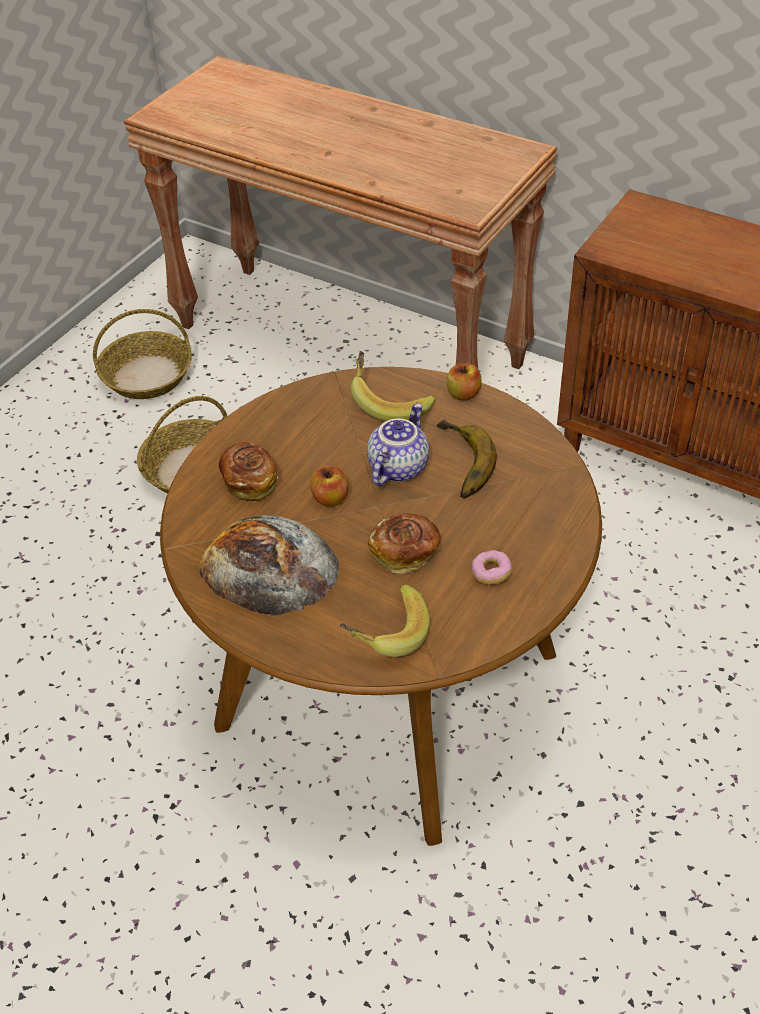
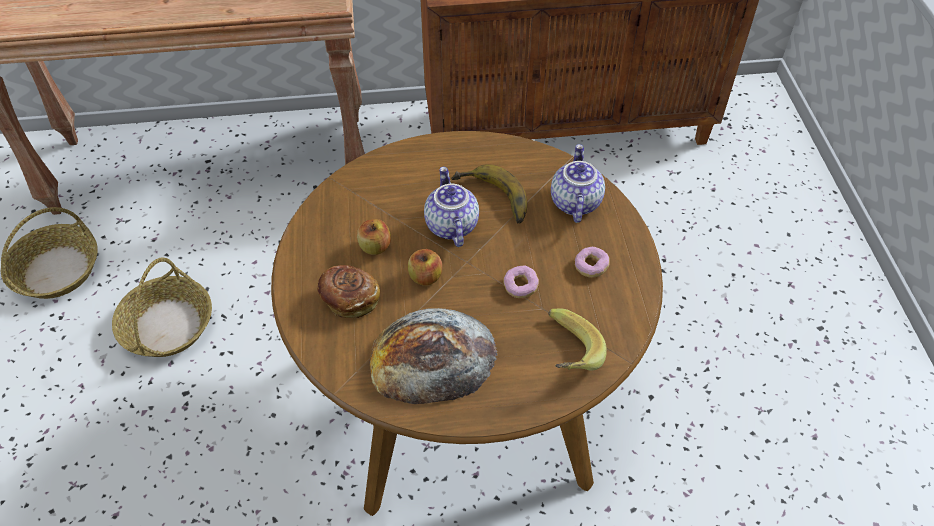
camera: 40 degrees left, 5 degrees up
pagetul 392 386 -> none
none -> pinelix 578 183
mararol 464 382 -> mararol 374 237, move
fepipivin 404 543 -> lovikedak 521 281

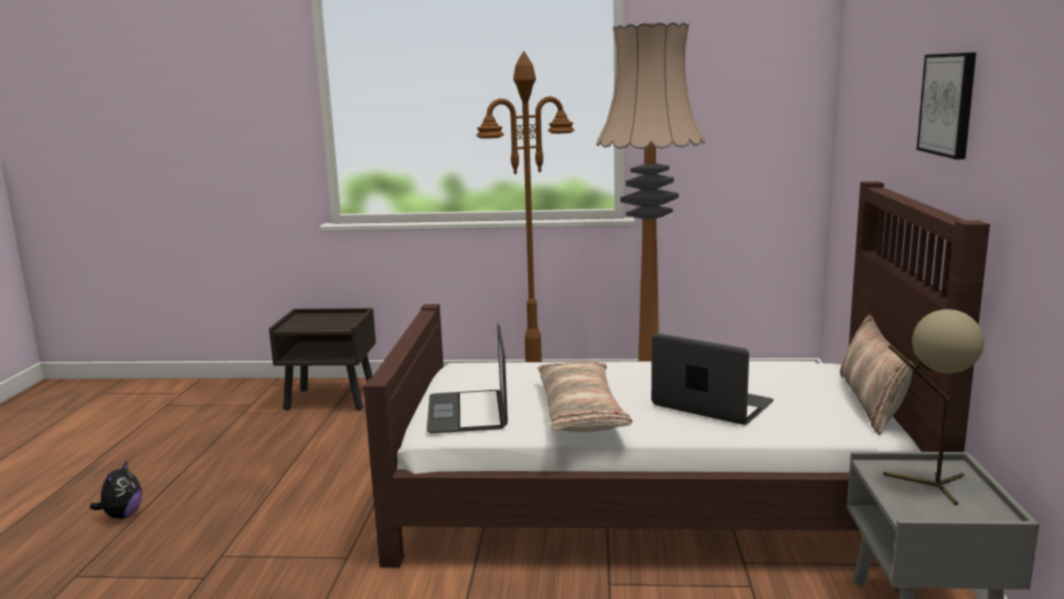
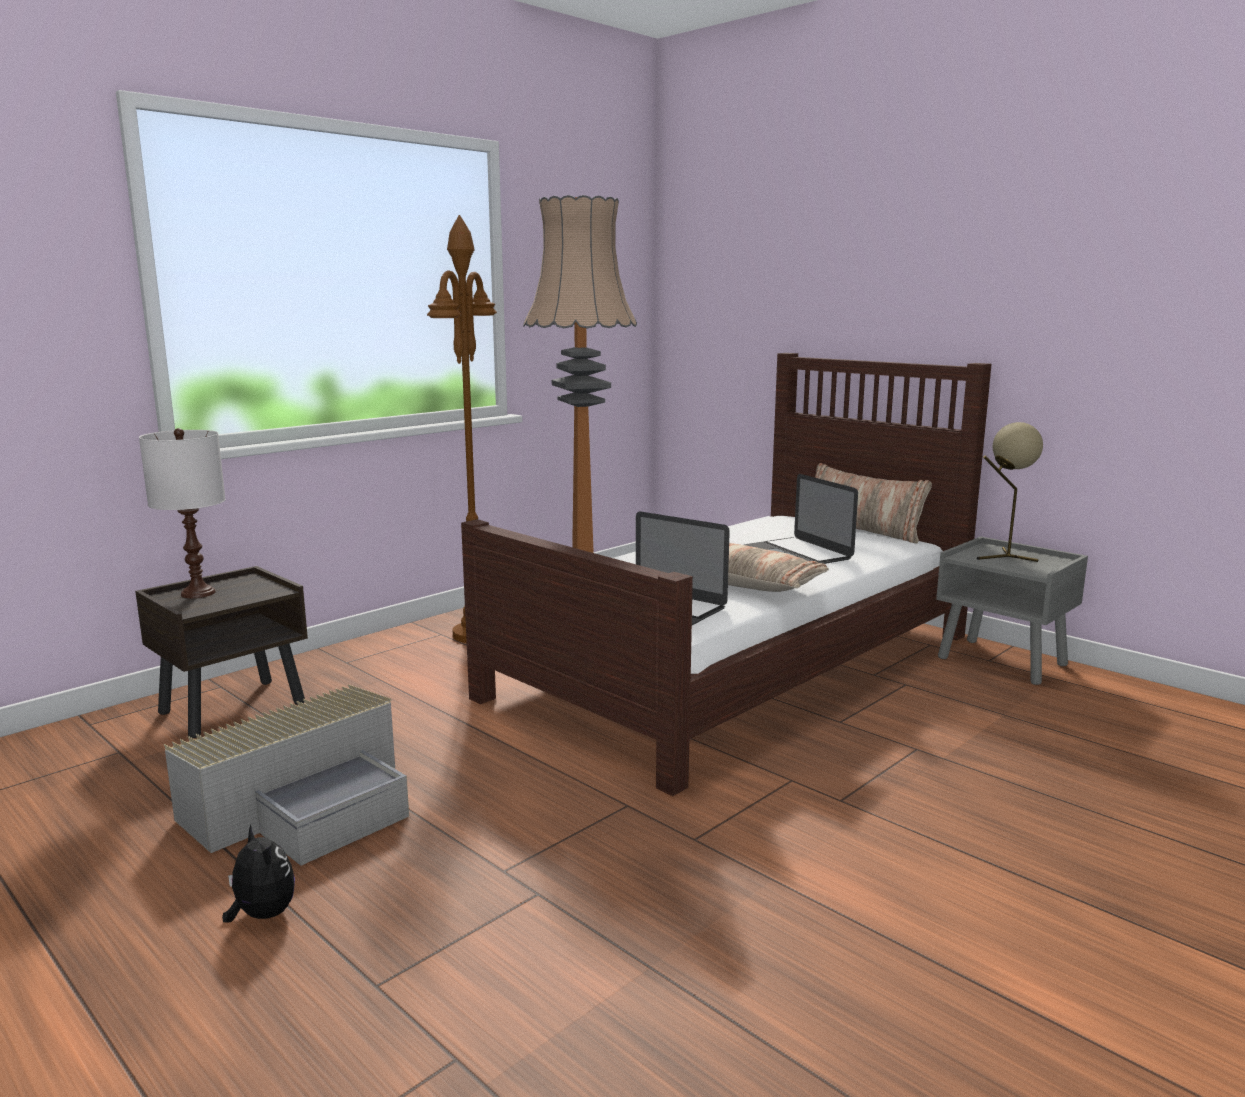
camera: 50 degrees left, 0 degrees up
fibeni 946 105 -> none
none -> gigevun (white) 182 513
none -> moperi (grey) 286 775
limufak 712 379 -> limufak 801 519, 105 degrees counterclockwise

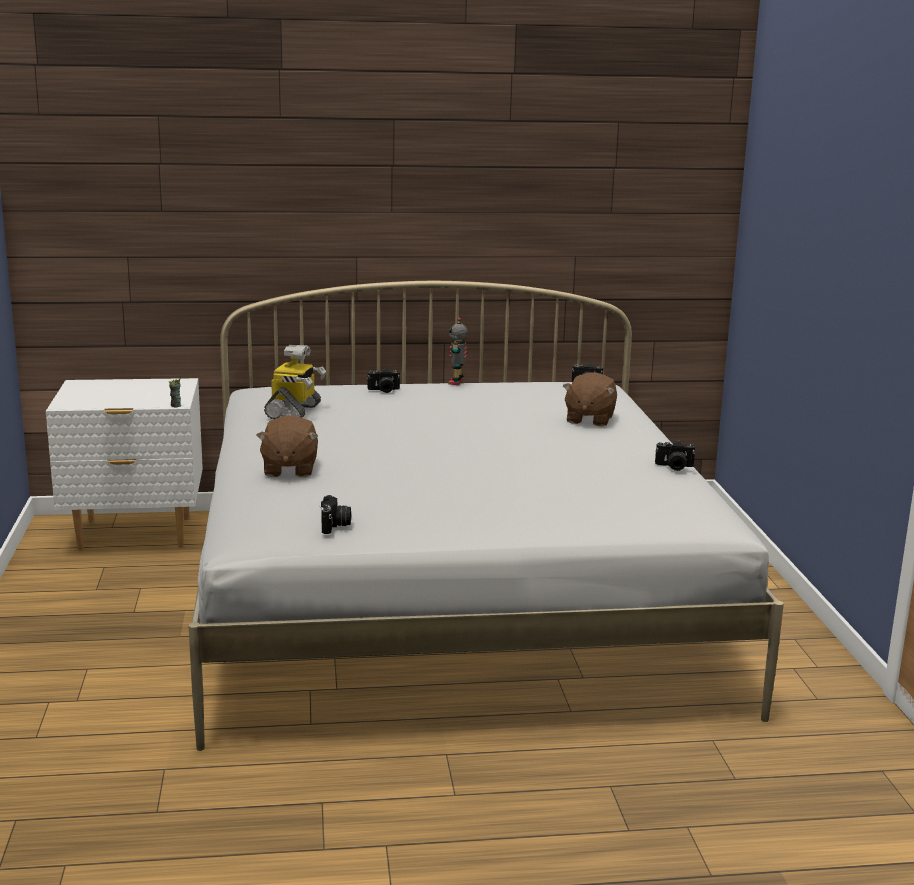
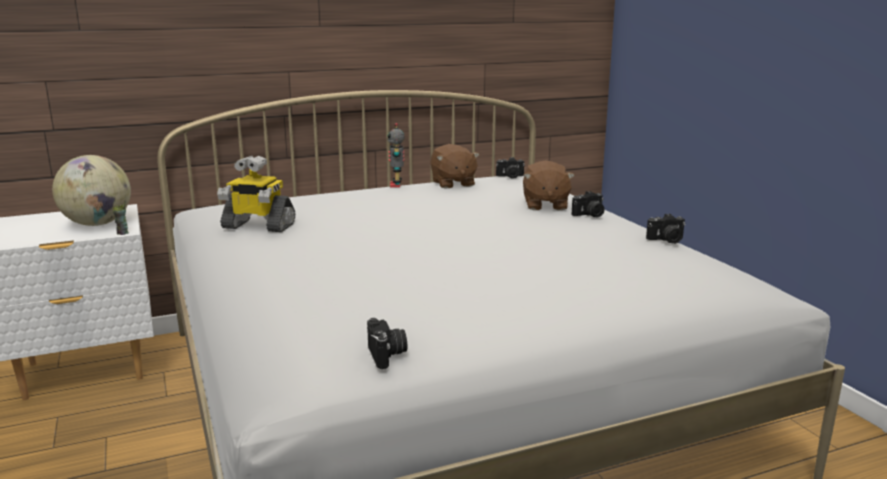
camera: 15 degrees left, 0 degrees up
none -> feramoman 91 190
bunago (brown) 287 446 -> bunago (brown) 455 166, move
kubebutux 383 380 -> kubebutux 588 204, move
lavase 295 382 -> lavase 256 194, 105 degrees clockwise

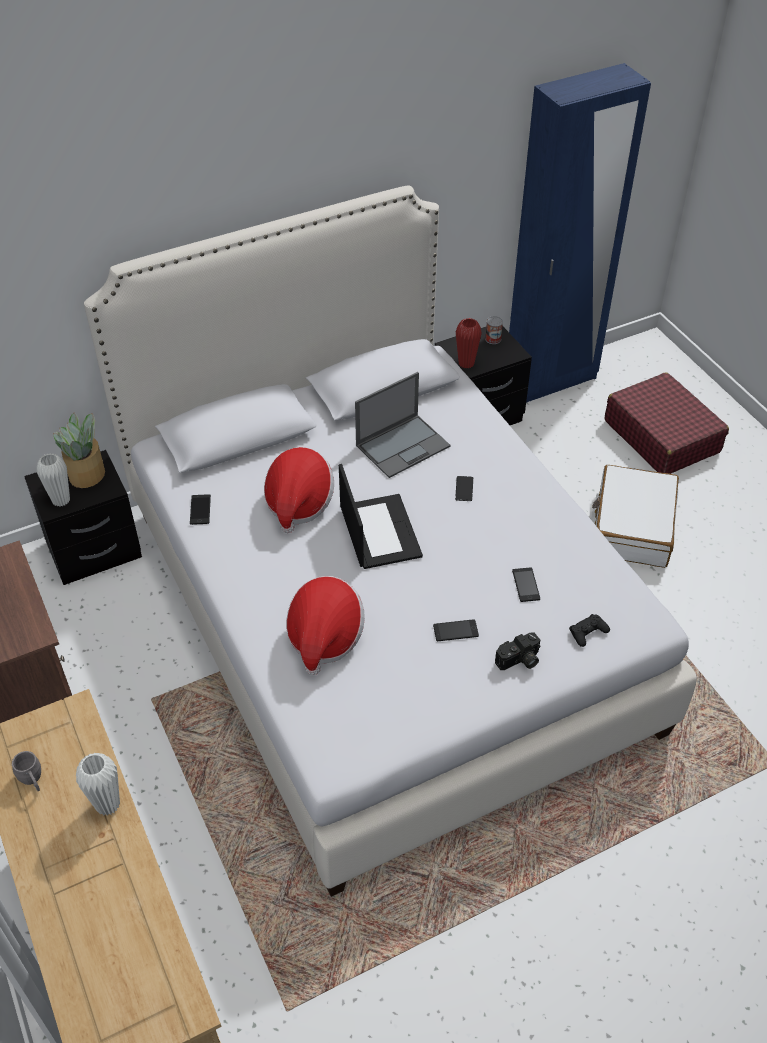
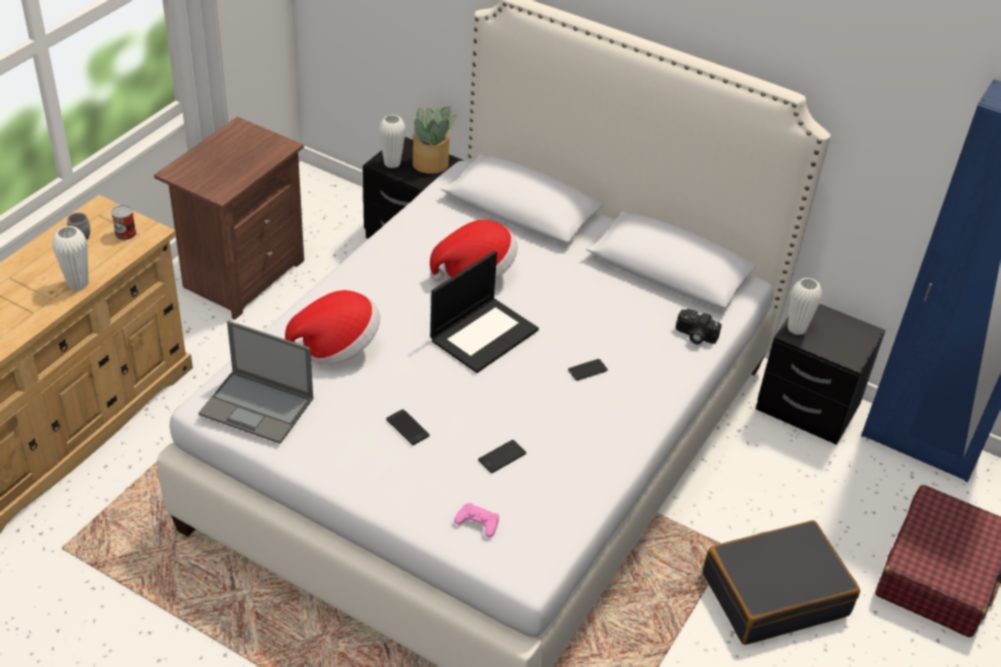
camera: 55 degrees right, 5 degrees down
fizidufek 200 509 -> none
limufak 402 425 -> limufak 255 382, move
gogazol 494 330 -> gogazol 123 222, move
kubebutux 518 651 -> kubebutux 699 326, move
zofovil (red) 469 343 -> zofovil (white) 805 306
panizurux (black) 589 630 -> panizurux (pink) 476 520
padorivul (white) 635 516 -> padorivul (black) 781 582

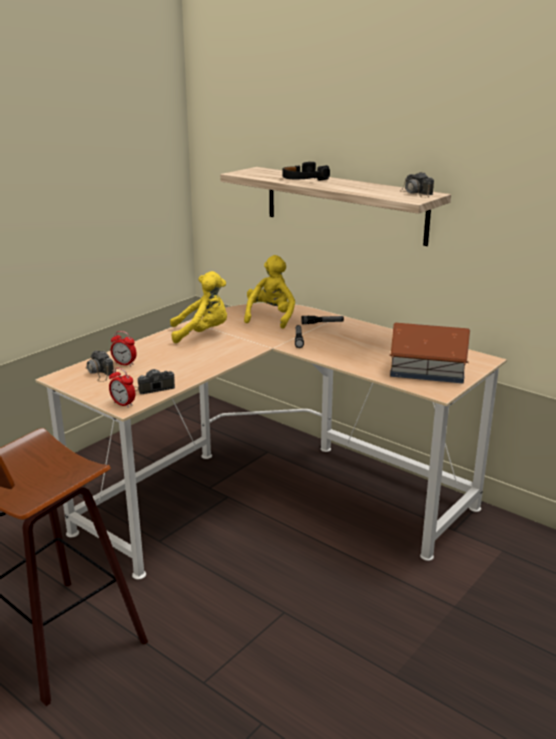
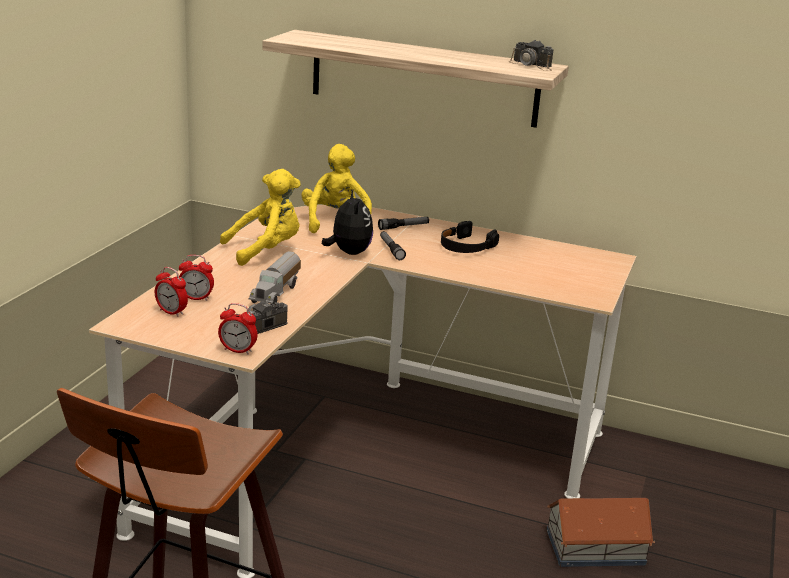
camera: 20 degrees left, 0 degrees up
none -> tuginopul 275 278
none -> bunago 347 222
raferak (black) 306 171 -> raferak (black) 470 237, move
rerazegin 429 353 -> rerazegin 600 532, move
kubebutux 100 366 -> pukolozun 171 292

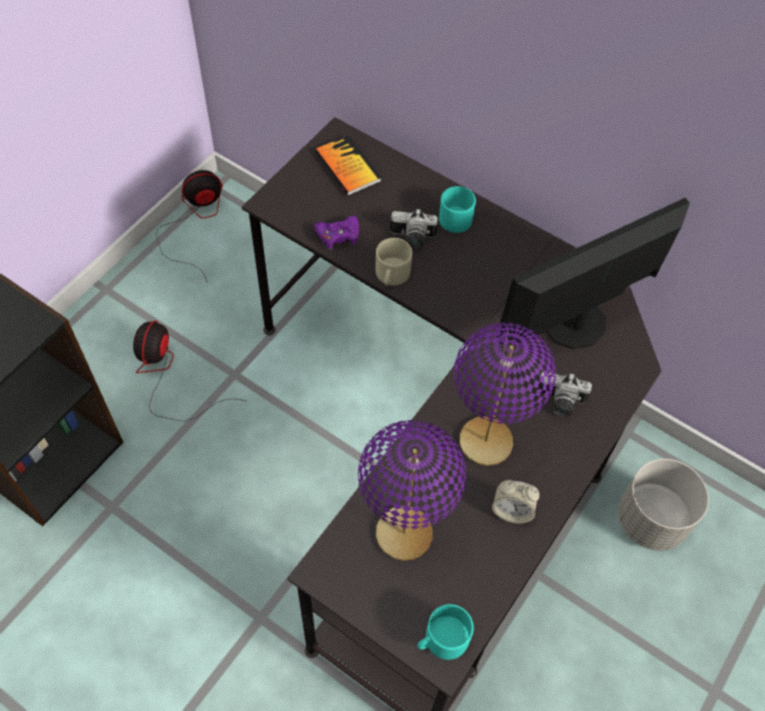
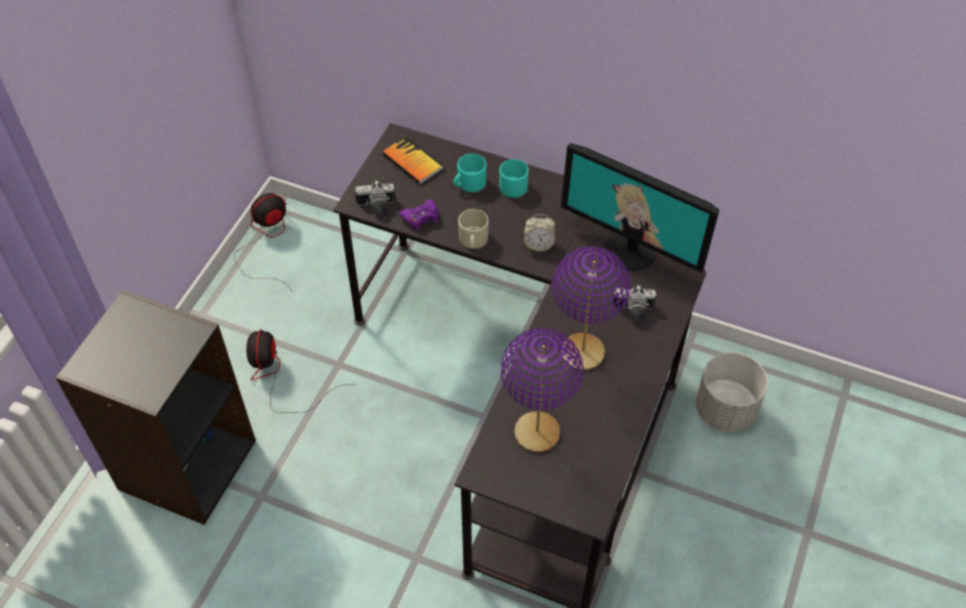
camera: 10 degrees left, 5 degrees down
kubebutux 414 229 -> kubebutux 375 198, move
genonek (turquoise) 445 632 -> genonek (turquoise) 470 173, move
pukolozun 516 501 -> pukolozun 539 232, move
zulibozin 593 273 -> zulibozin 640 208, 105 degrees counterclockwise

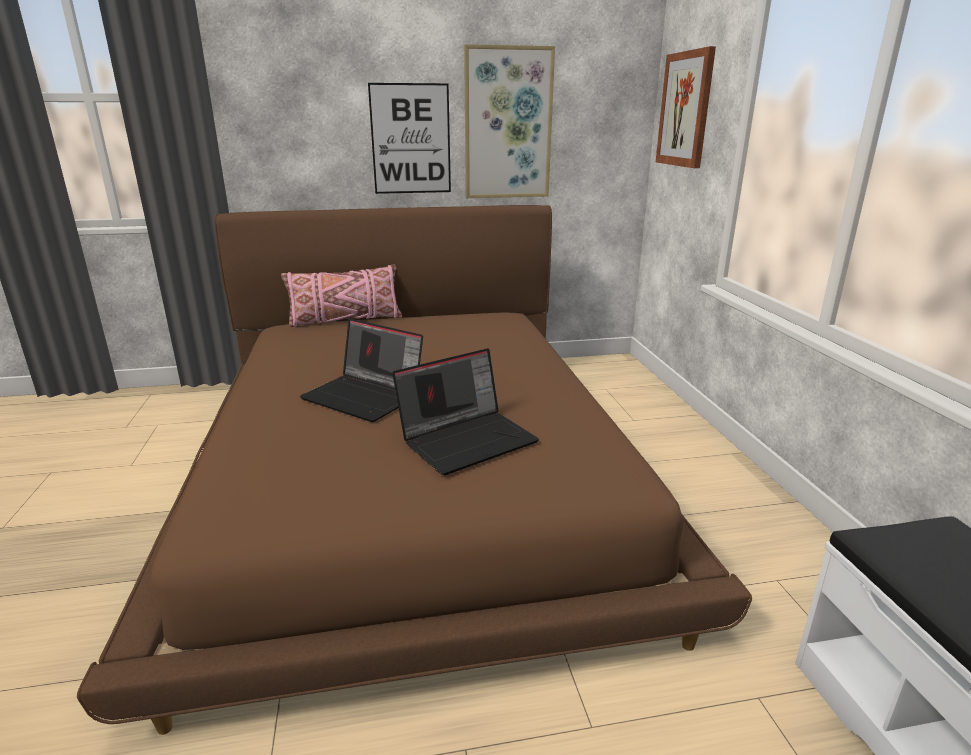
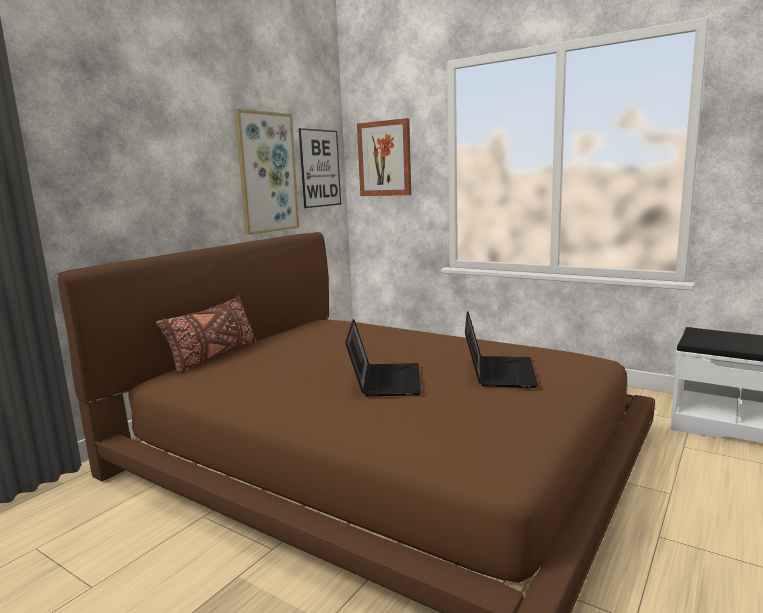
camera: 45 degrees left, 10 degrees down
fibeni 409 138 -> fibeni 320 168, move
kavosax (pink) 341 295 -> kavosax (brown) 206 335
limufak 361 370 -> limufak 383 358, 75 degrees counterclockwise

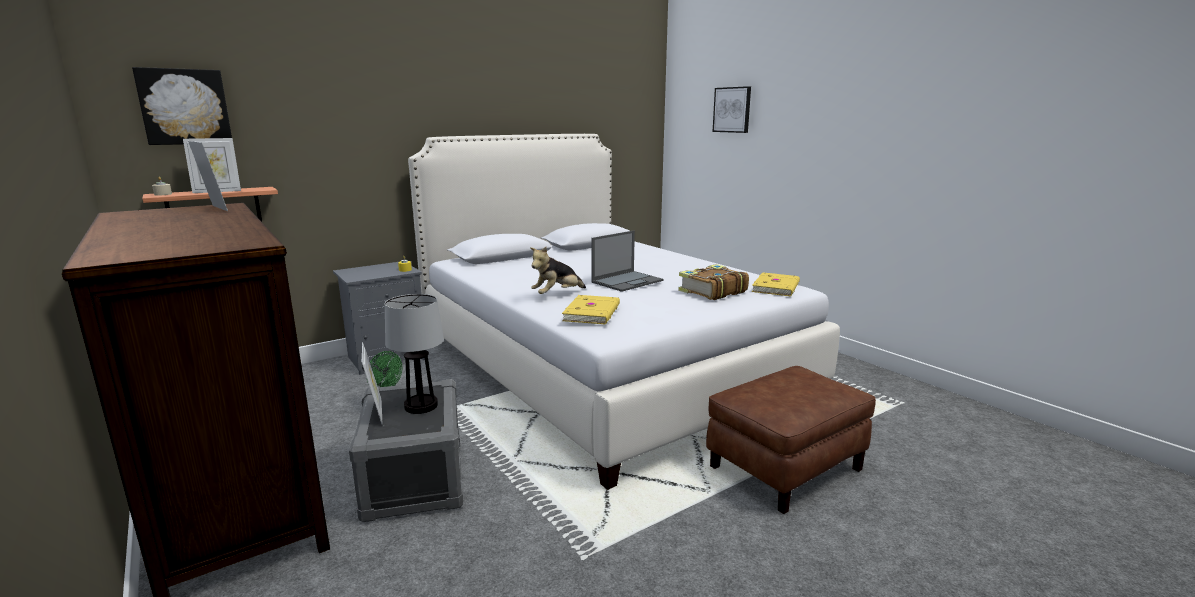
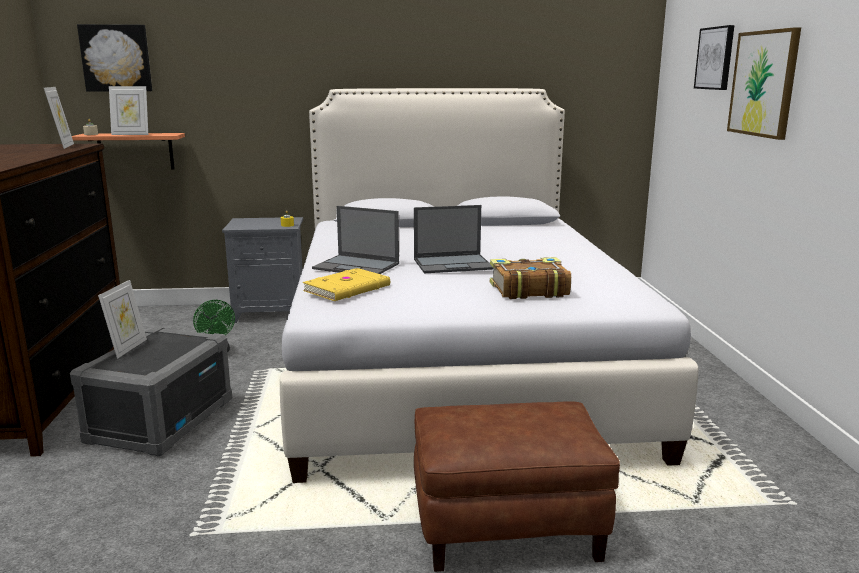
camera: 30 degrees right, 0 degrees up
gigevun 414 354 -> none
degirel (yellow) 776 284 -> none
none -> fibeni 764 83
bunago 558 270 -> limufak 355 240

